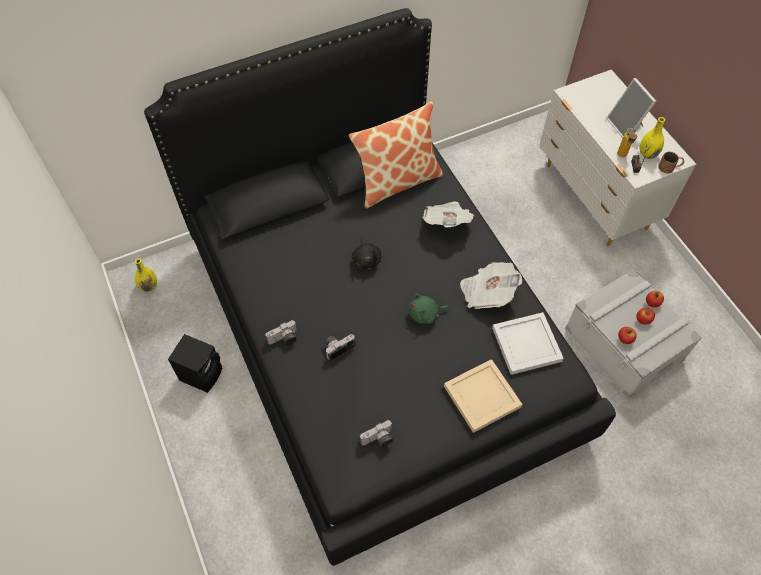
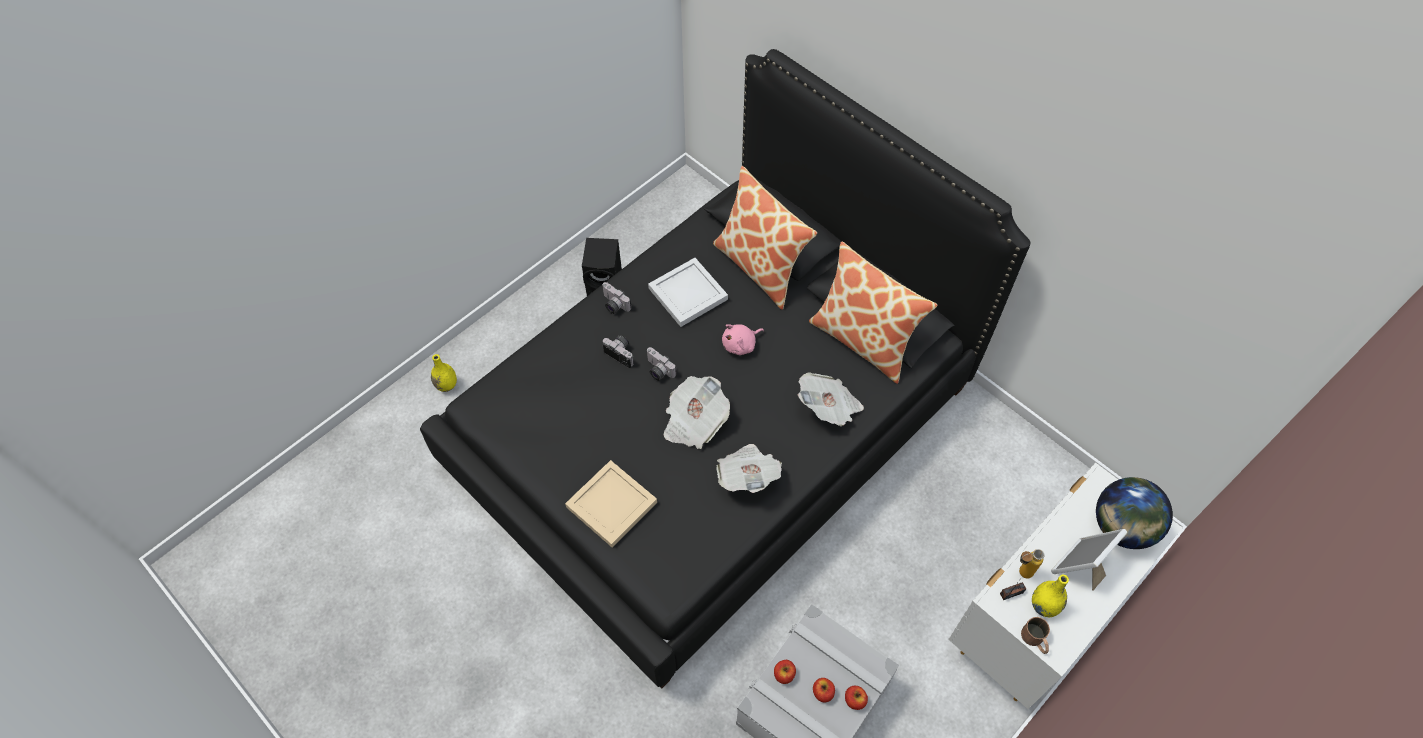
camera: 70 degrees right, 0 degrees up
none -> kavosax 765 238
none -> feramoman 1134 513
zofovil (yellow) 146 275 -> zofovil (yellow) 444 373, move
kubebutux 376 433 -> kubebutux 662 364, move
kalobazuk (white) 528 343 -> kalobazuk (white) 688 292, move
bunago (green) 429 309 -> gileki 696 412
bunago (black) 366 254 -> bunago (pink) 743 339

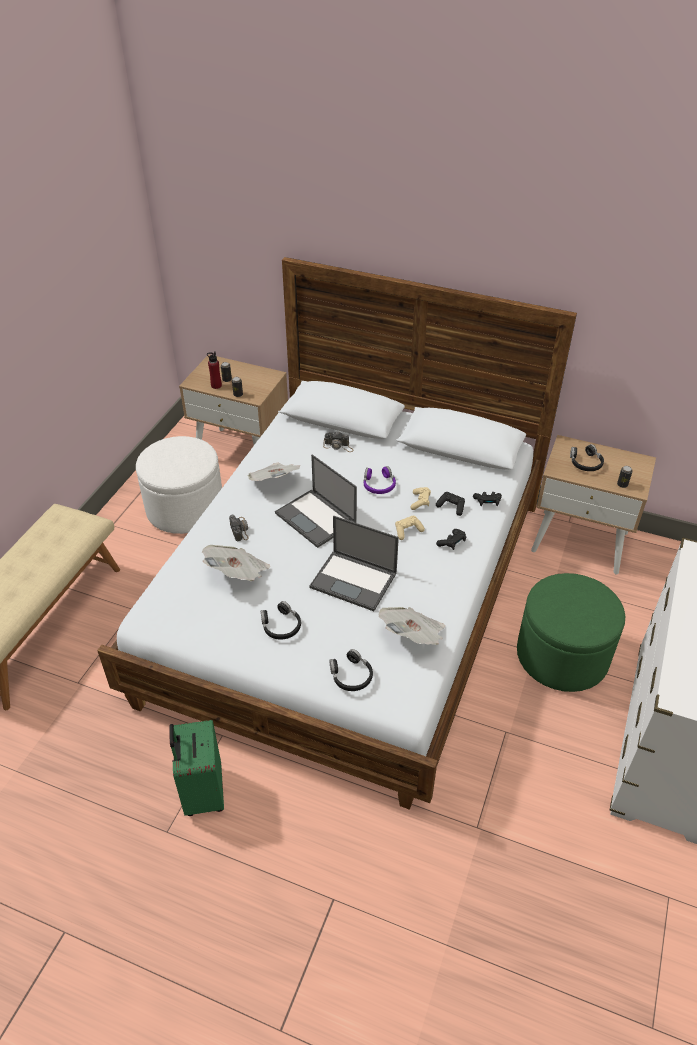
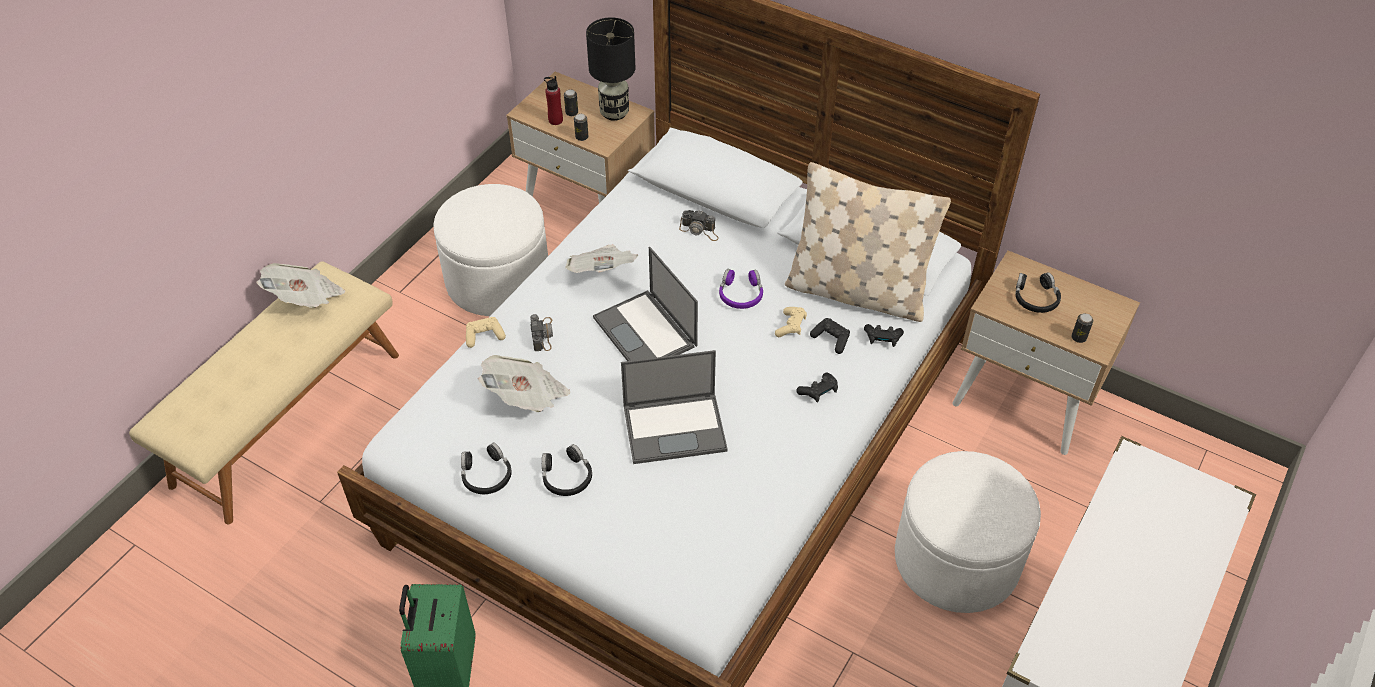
camera: 10 degrees right, 5 degrees up
none -> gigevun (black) 610 69
none -> kavosax (beige) 868 242
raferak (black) 351 670 -> raferak (black) 486 468, move
gileki 412 626 -> gileki 300 285, move
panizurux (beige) 410 528 -> panizurux (beige) 486 332, move
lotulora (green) 571 632 -> lotulora (white) 968 532
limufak 354 563 -> limufak 674 407, 45 degrees counterclockwise

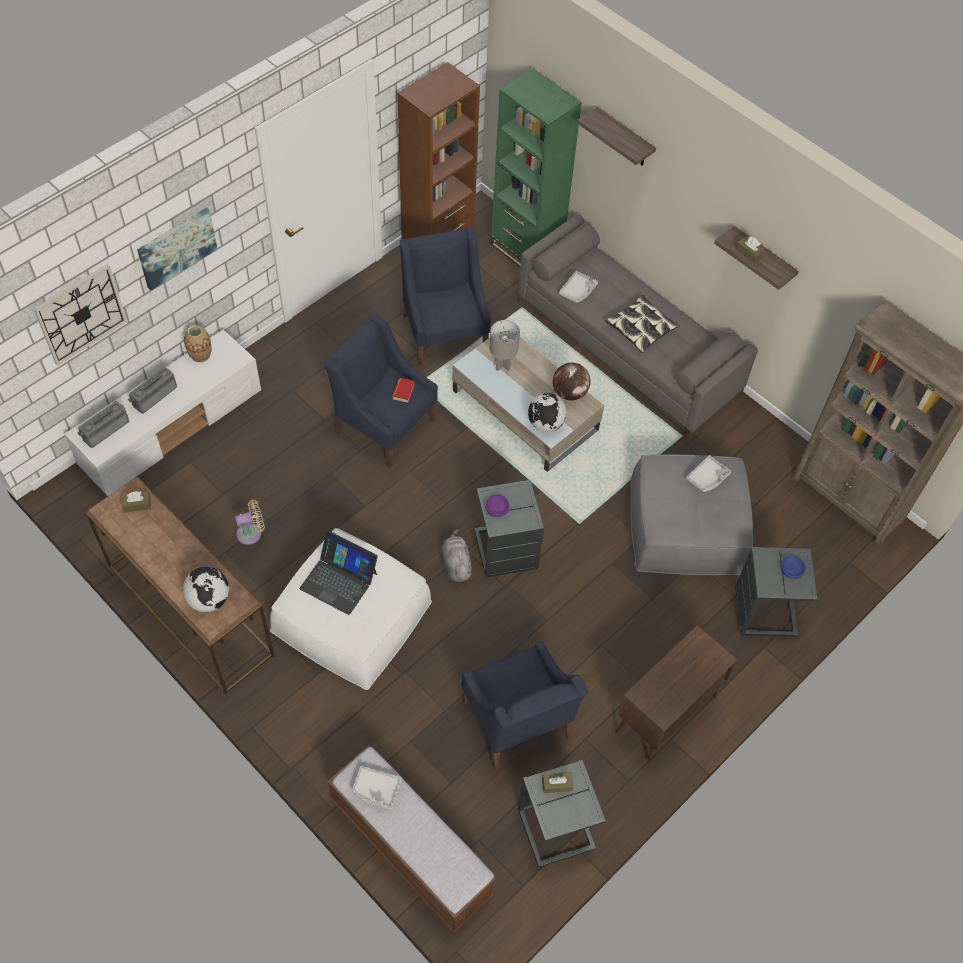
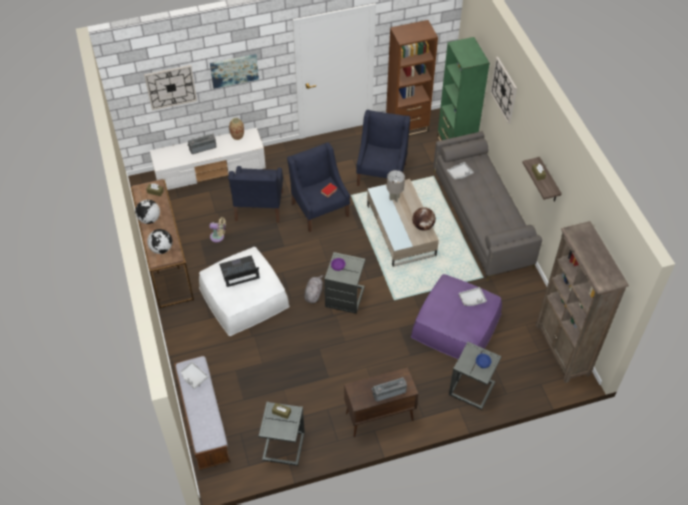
camera: 30 degrees right, 5 degrees down
kavosax 642 324 -> none
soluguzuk 103 424 -> soluguzuk 389 389, move
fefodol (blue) 525 706 -> fefodol (blue) 255 194, move
feramoman 547 412 -> feramoman 147 212, move
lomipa 616 136 -> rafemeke 503 90
lotulora (grey) 691 514 -> lotulora (purple) 456 319
limufak 338 572 -> limufak 239 271, 105 degrees clockwise

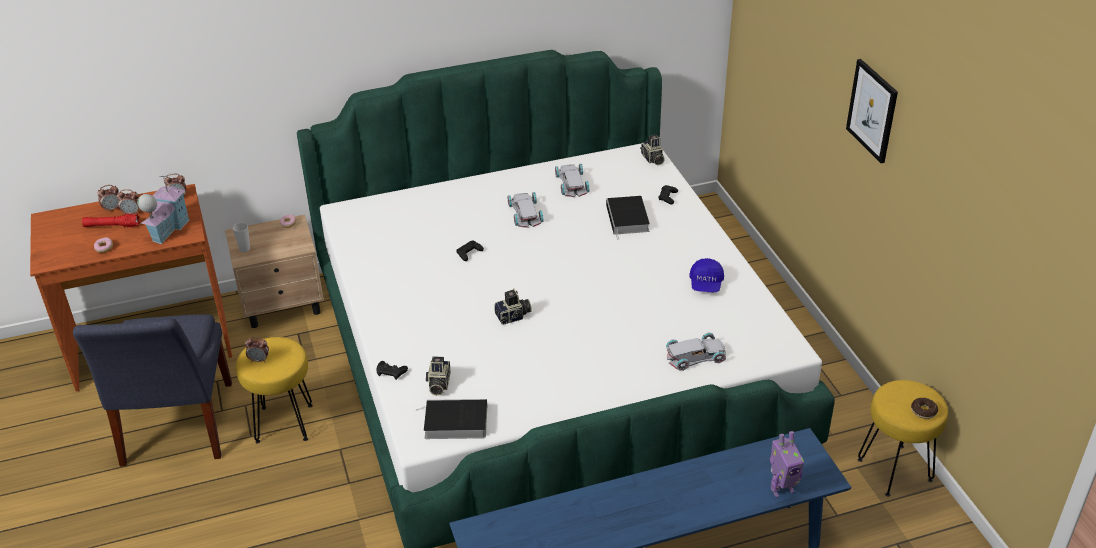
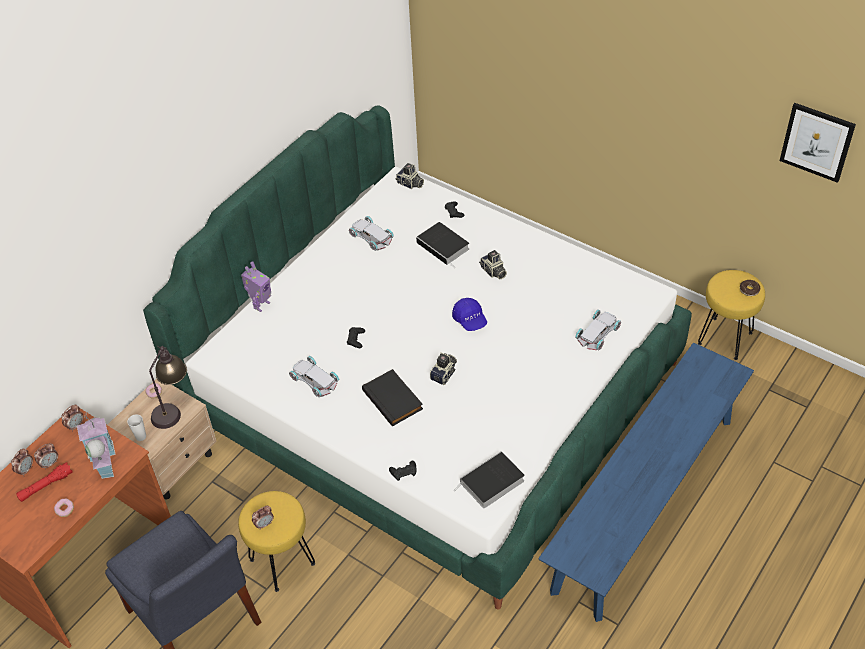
camera: 35 degrees left, 10 degrees up
none -> gigevun 168 387
none -> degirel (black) 392 397
kubebutux 438 376 -> kubebutux 493 264, move
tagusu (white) 526 210 -> tagusu (white) 314 376, move
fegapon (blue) 707 275 -> fegapon (blue) 469 314, move
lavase 787 464 -> lavase 256 286, move
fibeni 872 111 -> fibeni 818 143, move

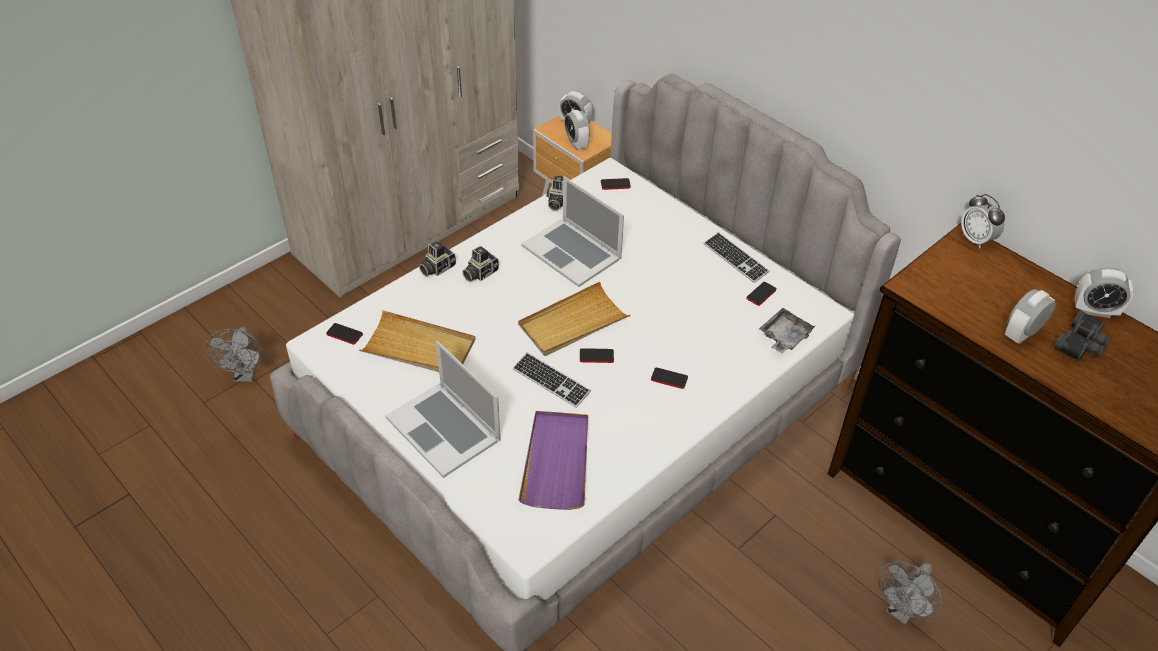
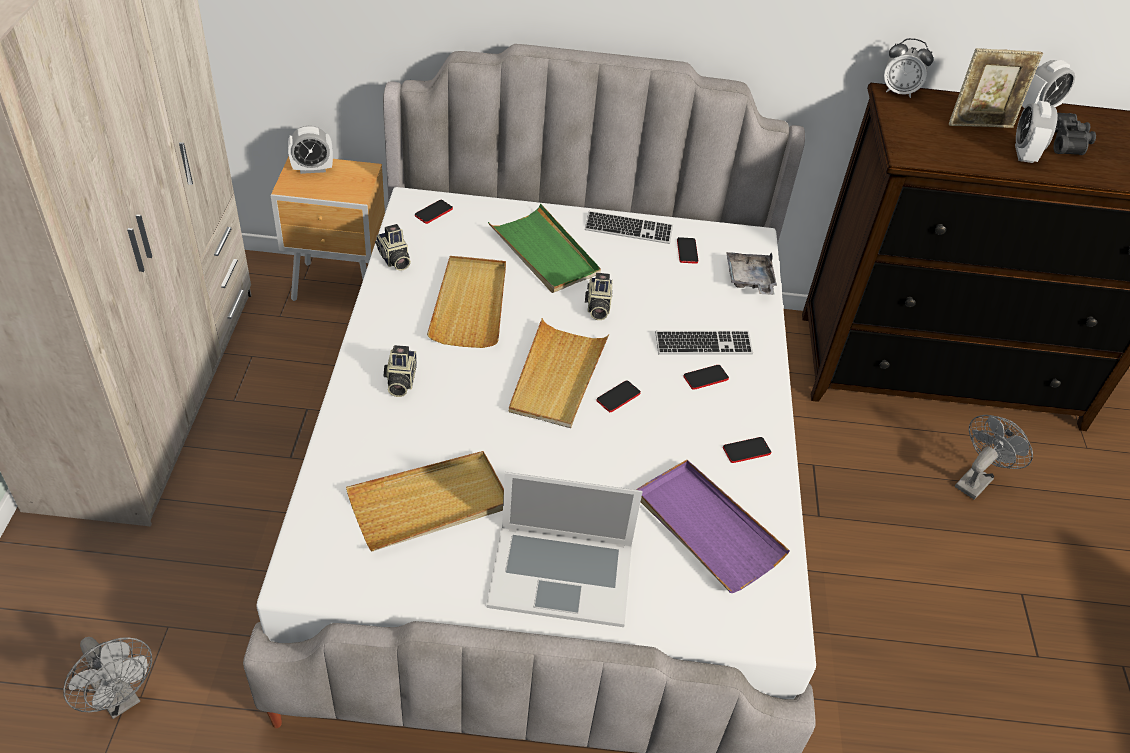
camera: 45 degrees left, 0 degrees up
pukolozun 577 130 -> none
none -> kalobazuk (green) 544 248
none -> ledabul 996 88
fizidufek 344 333 -> fizidufek 747 450, move
kubebutux 437 258 -> kubebutux 599 296, move
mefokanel 552 380 -> mefokanel 704 343, move
limufak 572 231 -> kalobazuk (beige) 466 302
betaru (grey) 910 593 -> betaru (grey) 994 457, 135 degrees counterclockwise

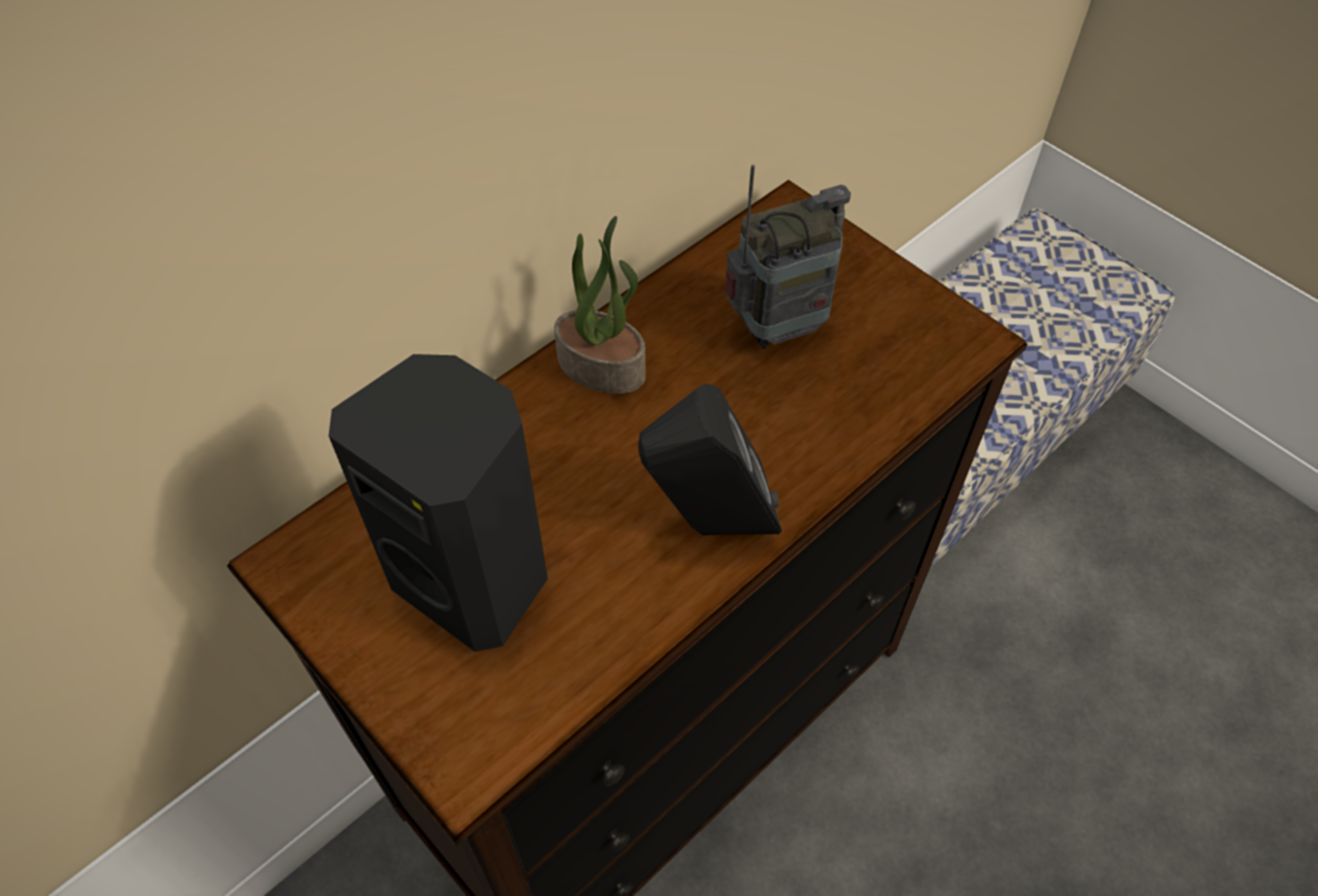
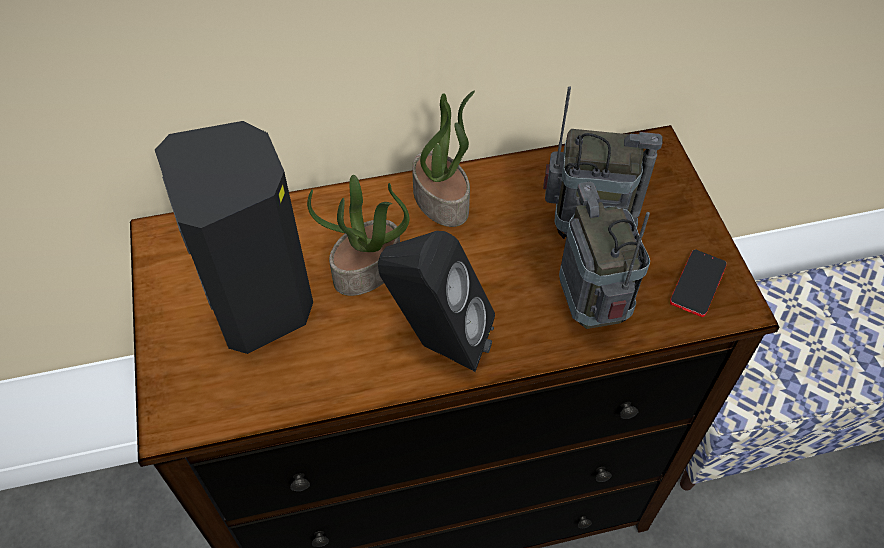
camera: 30 degrees right, 0 degrees up
none -> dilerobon 358 235
none -> soluguzuk 604 255
none -> fizidufek 698 283

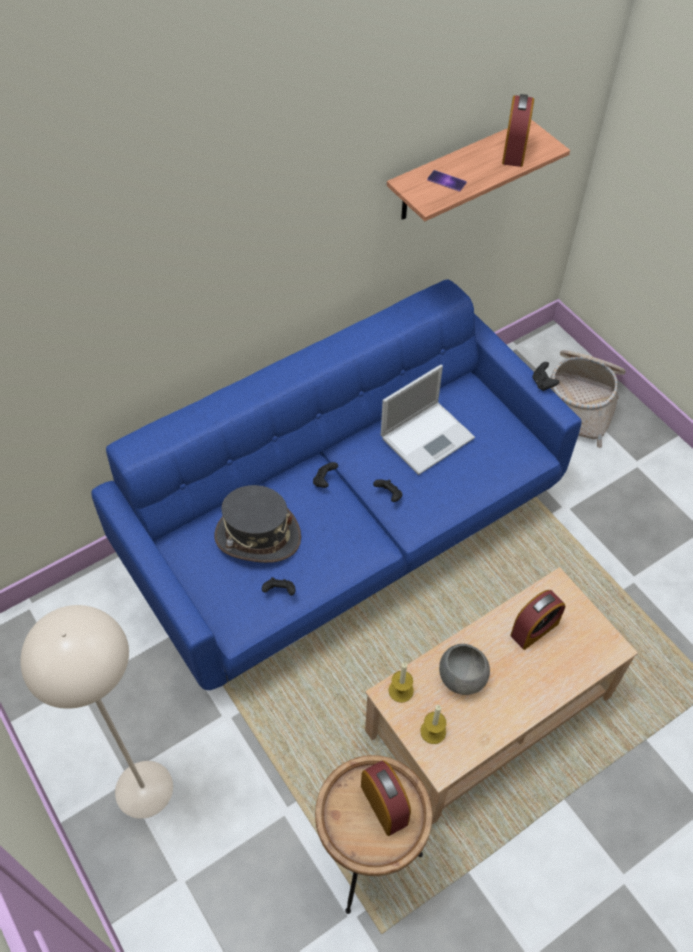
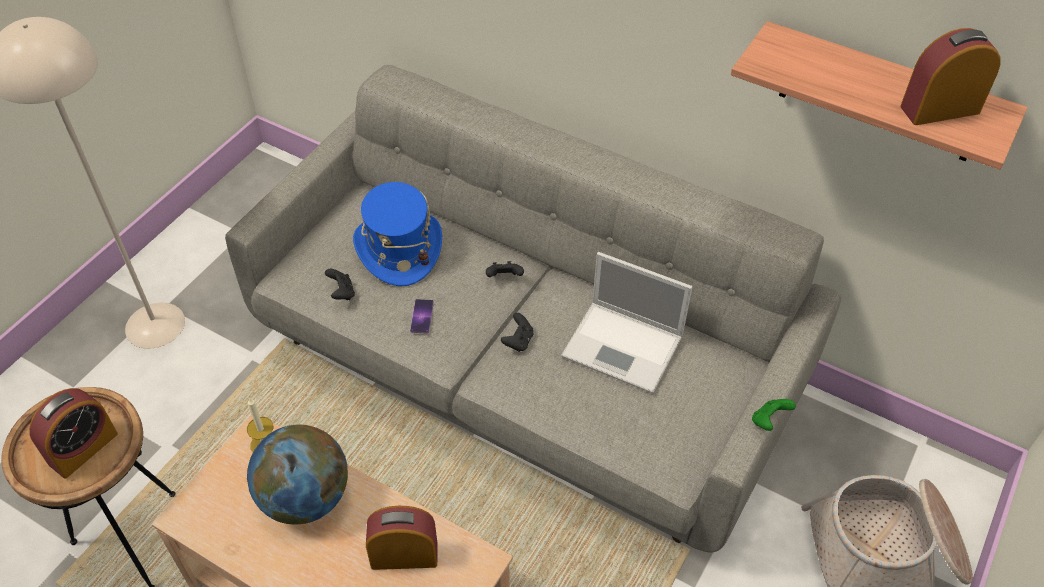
camera: 65 degrees right, 5 degrees down
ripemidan 433 724 -> none
fizidufek 447 181 -> fizidufek 422 316, move
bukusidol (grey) 464 669 -> feramoman 297 474
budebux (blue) 336 484 -> budebux (grey) 533 309
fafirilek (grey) 257 524 -> fafirilek (blue) 397 234
panizurux (black) 545 376 -> panizurux (green) 774 415
pukolozun 538 620 -> pukolozun 402 538, 150 degrees clockwise

